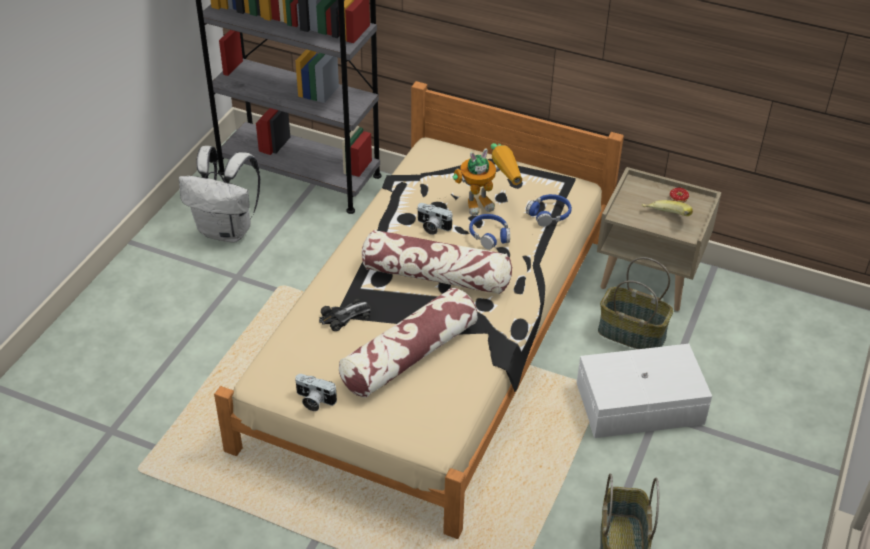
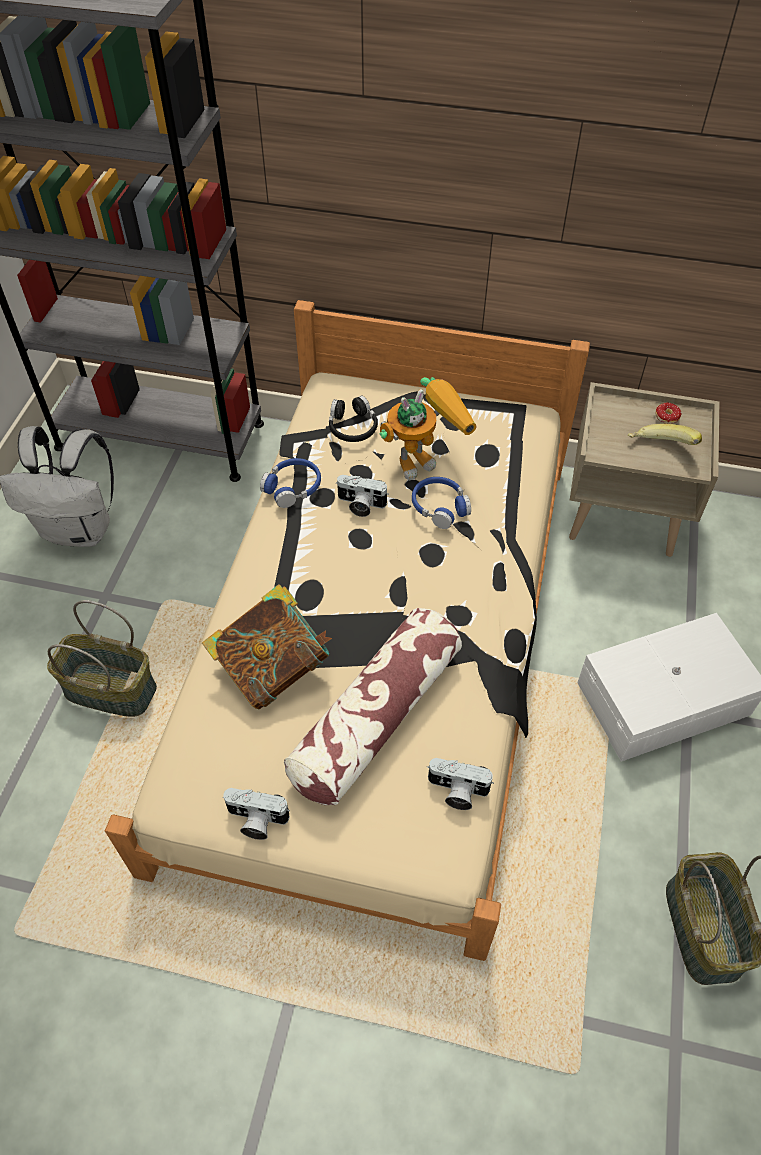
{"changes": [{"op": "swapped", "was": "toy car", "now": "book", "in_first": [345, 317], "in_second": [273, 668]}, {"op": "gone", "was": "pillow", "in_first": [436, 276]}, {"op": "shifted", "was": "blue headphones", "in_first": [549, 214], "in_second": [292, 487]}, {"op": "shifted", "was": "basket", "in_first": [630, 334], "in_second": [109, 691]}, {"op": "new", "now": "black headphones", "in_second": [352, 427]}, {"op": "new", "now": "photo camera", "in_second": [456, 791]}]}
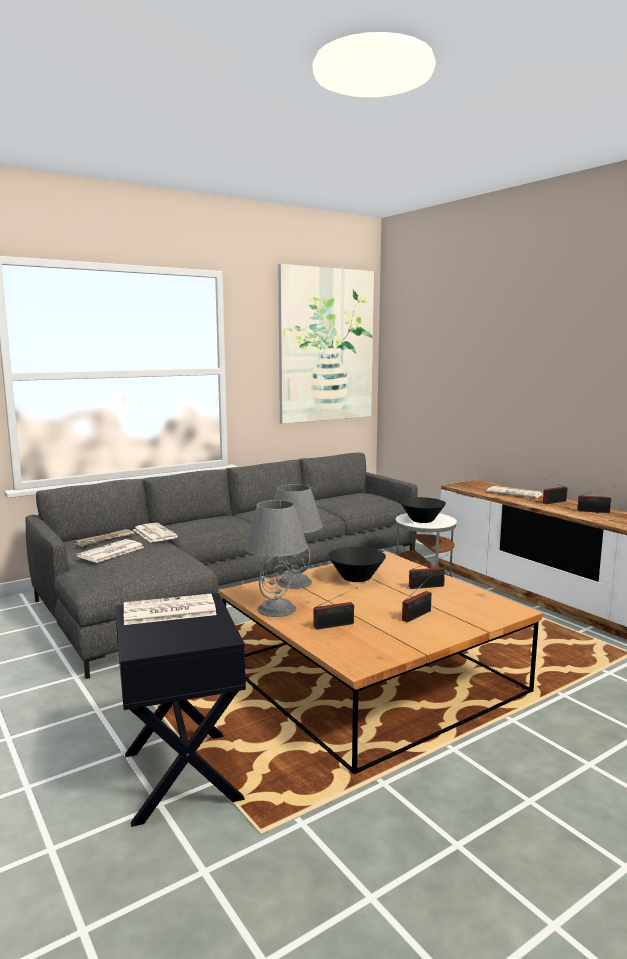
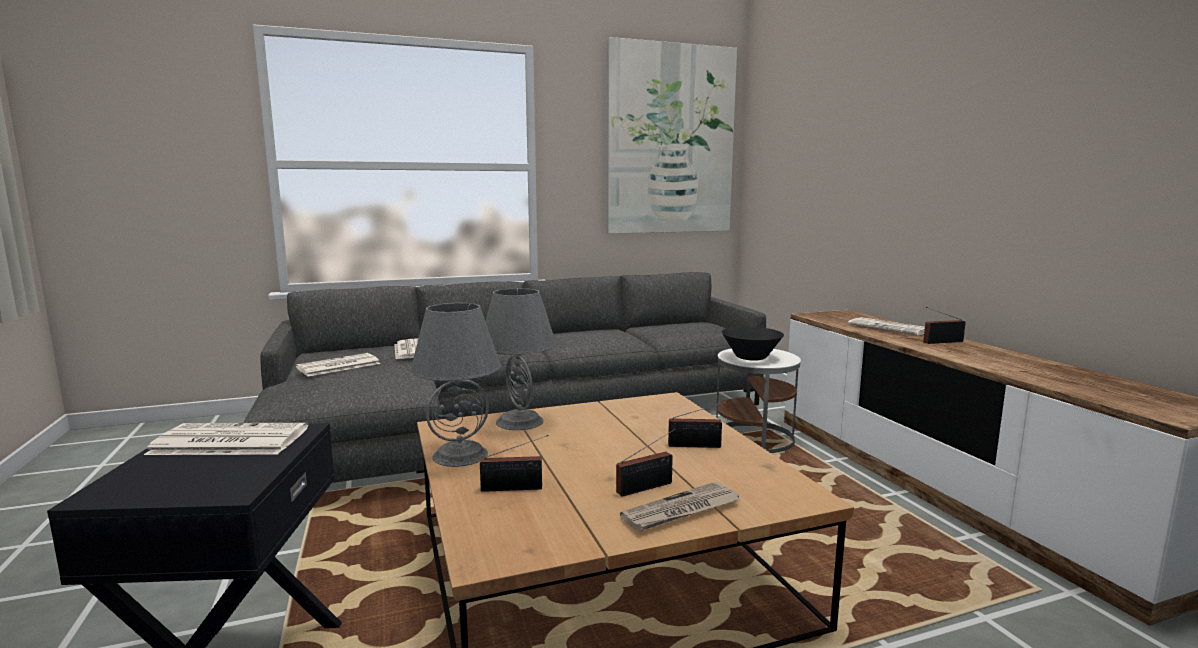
{"changes": [{"op": "shifted", "was": "newspaper", "in_first": [105, 539], "in_second": [681, 511]}, {"op": "gone", "was": "black bowl", "in_first": [356, 578]}, {"op": "gone", "was": "radio", "in_first": [595, 511]}]}
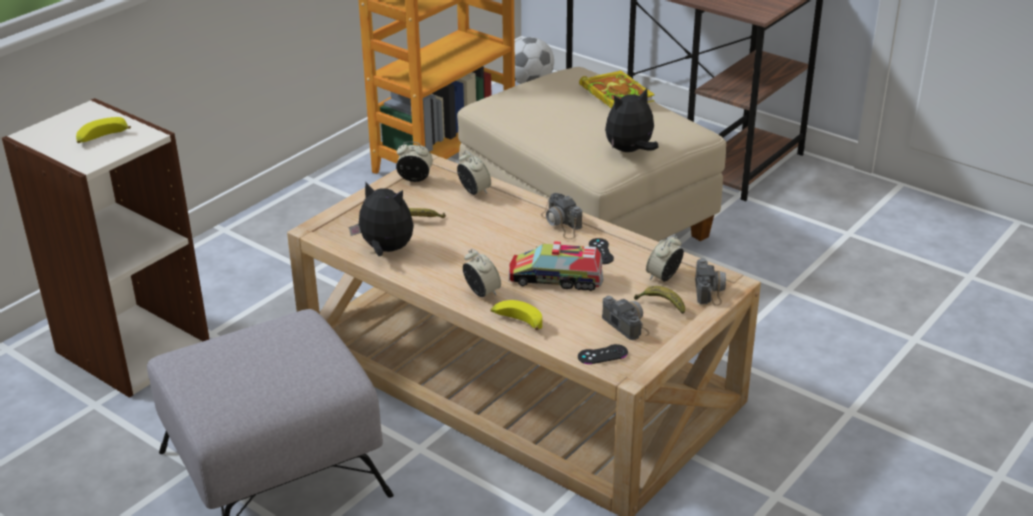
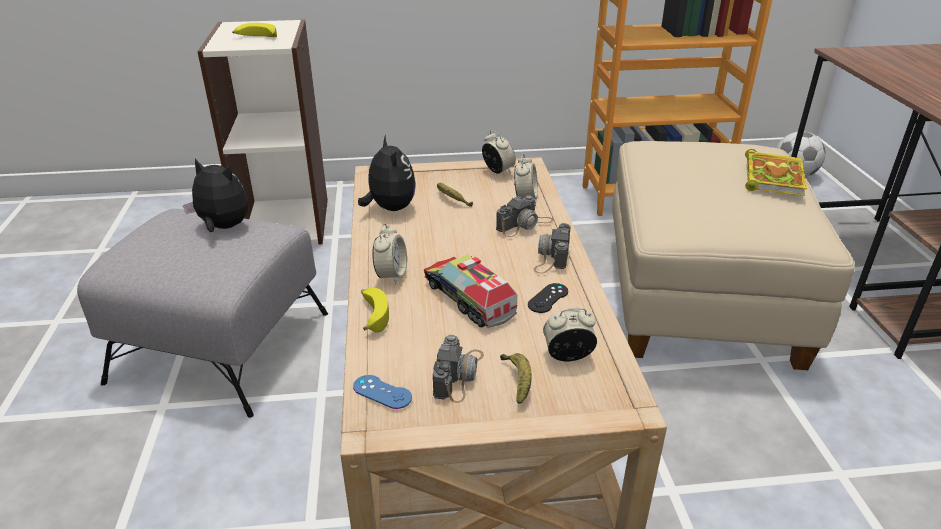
{"changes": [{"op": "repainted", "was": "black game controller", "now": "blue game controller", "in_first": [602, 354], "in_second": [382, 392]}, {"op": "shifted", "was": "plush toy", "in_first": [630, 151], "in_second": [223, 227]}, {"op": "shifted", "was": "photo camera", "in_first": [710, 288], "in_second": [524, 224]}]}
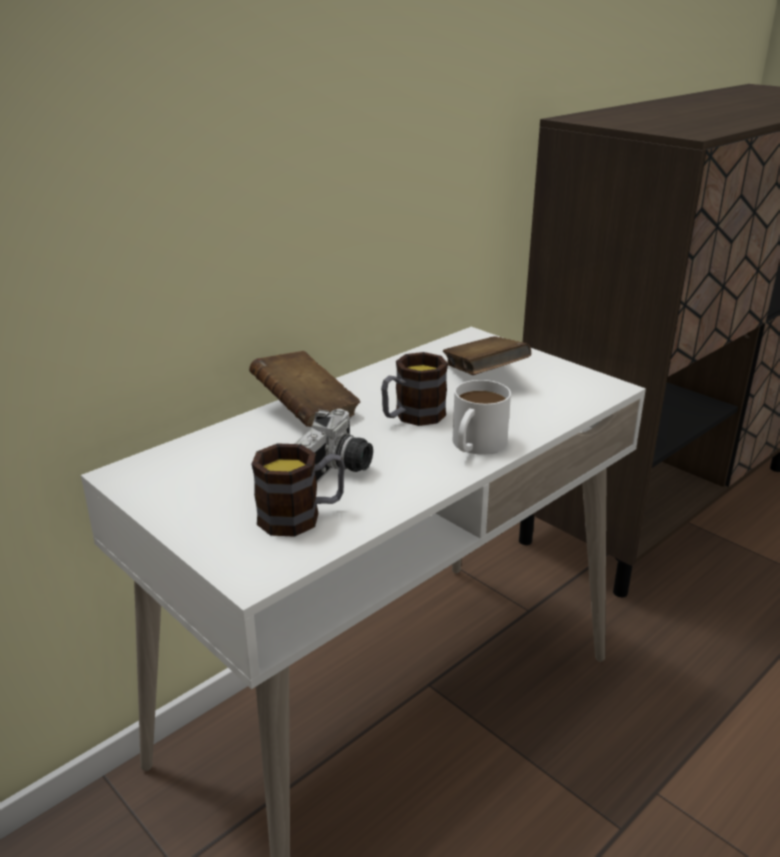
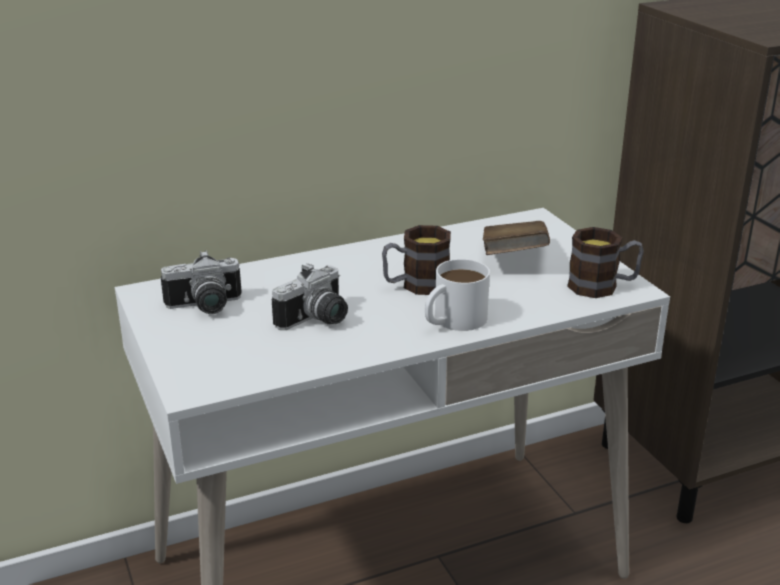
{"changes": [{"op": "gone", "was": "brown book", "in_first": [306, 411]}, {"op": "shifted", "was": "mug", "in_first": [301, 516], "in_second": [603, 286]}, {"op": "new", "now": "photo camera", "in_second": [205, 307]}]}
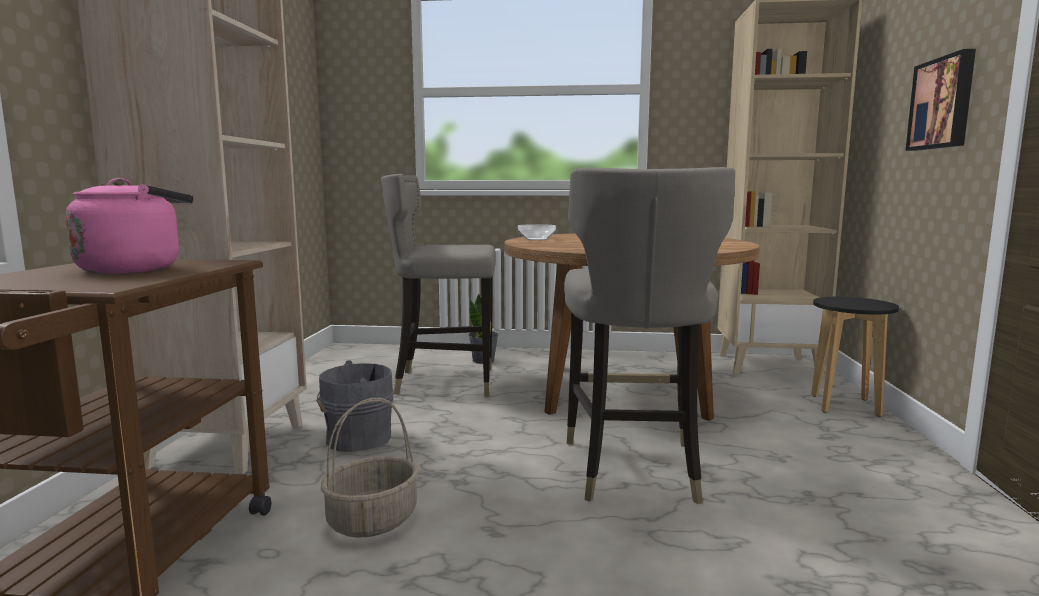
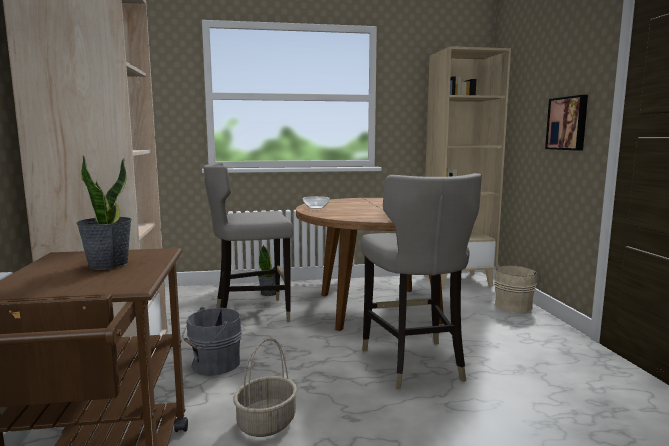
{"changes": [{"op": "swapped", "was": "pink kettle", "now": "potted plant", "in_first": [135, 269], "in_second": [108, 264]}, {"op": "swapped", "was": "black stool", "now": "beige bucket", "in_first": [845, 405], "in_second": [514, 306]}]}
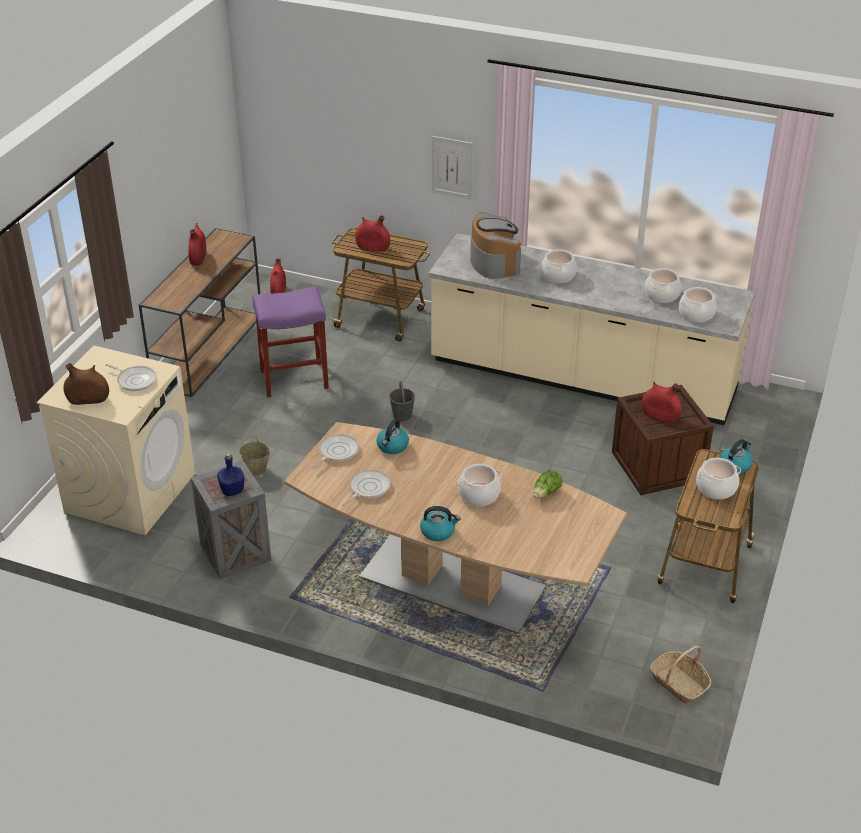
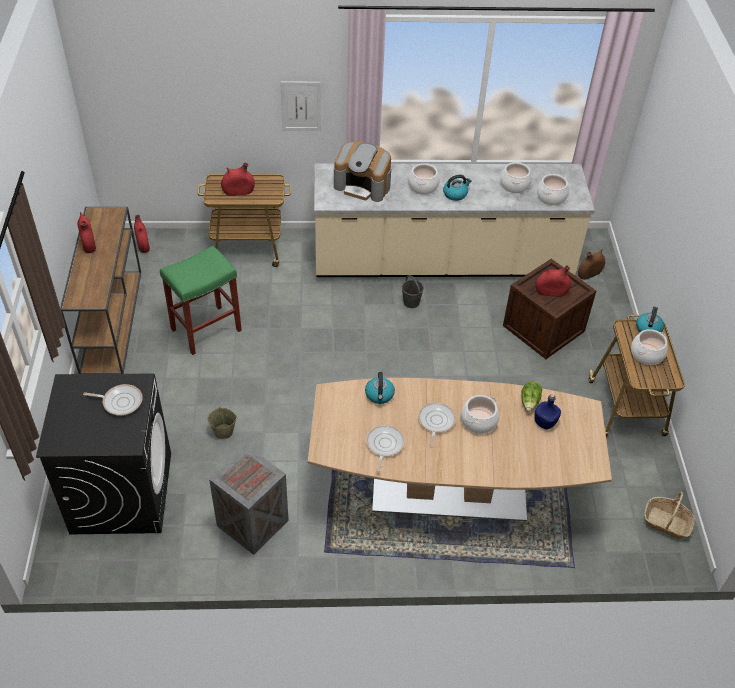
{"changes": [{"op": "repainted", "was": "beige washing machine", "now": "black washing machine", "in_first": [130, 492], "in_second": [121, 492]}, {"op": "shifted", "was": "brown vase", "in_first": [88, 400], "in_second": [589, 274]}, {"op": "shifted", "was": "blue bottle", "in_first": [232, 491], "in_second": [545, 423]}, {"op": "repainted", "was": "purple stool", "now": "green stool", "in_first": [295, 379], "in_second": [206, 329]}, {"op": "shifted", "was": "frying pan", "in_first": [336, 452], "in_second": [435, 422]}, {"op": "shifted", "was": "grey bucket", "in_first": [402, 416], "in_second": [411, 302]}, {"op": "shifted", "was": "kettle", "in_first": [438, 531], "in_second": [455, 194]}, {"op": "rotated", "was": "coffee machine", "in_first": [494, 262], "in_second": [363, 185], "clockwise": 150}]}
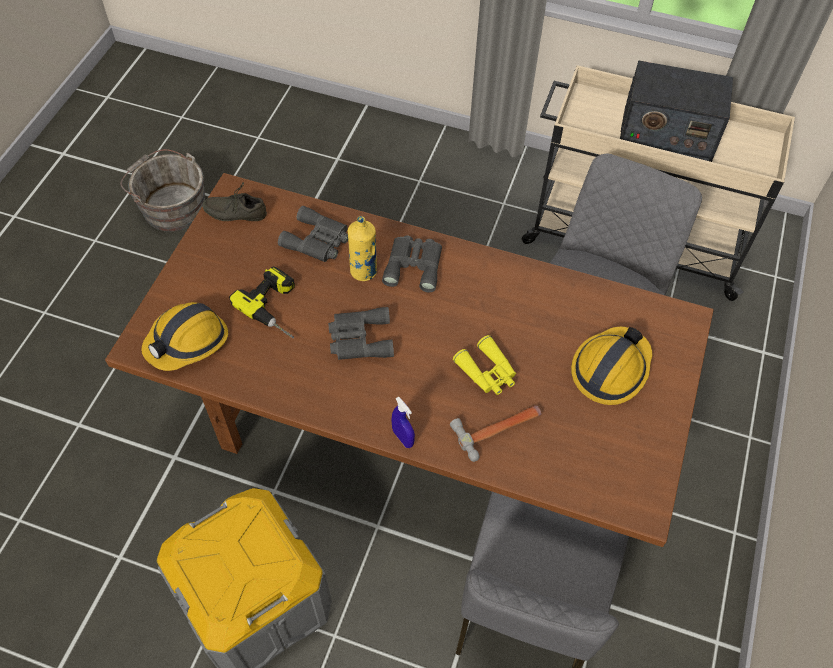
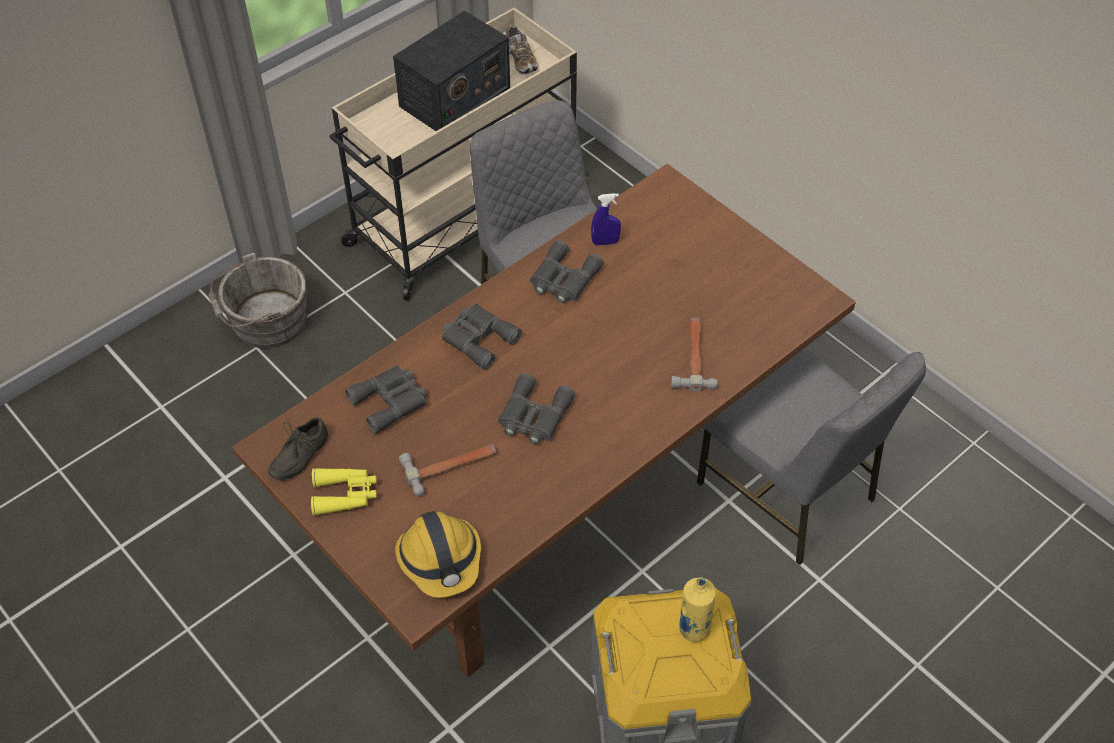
{"changes": [{"op": "shifted", "was": "grey bucket", "in_first": [171, 206], "in_second": [265, 321]}, {"op": "swapped", "was": "power drill", "now": "hammer", "in_first": [278, 307], "in_second": [451, 466]}, {"op": "shifted", "was": "yellow bottle", "in_first": [363, 271], "in_second": [694, 628]}, {"op": "shifted", "was": "blue spray bottle", "in_first": [403, 438], "in_second": [605, 242]}, {"op": "shifted", "was": "yellow binoculars", "in_first": [487, 372], "in_second": [345, 494]}, {"op": "gone", "was": "hard hat", "in_first": [610, 369]}, {"op": "new", "now": "shoe", "in_second": [520, 59]}, {"op": "new", "now": "grey binoculars", "in_second": [563, 279]}]}
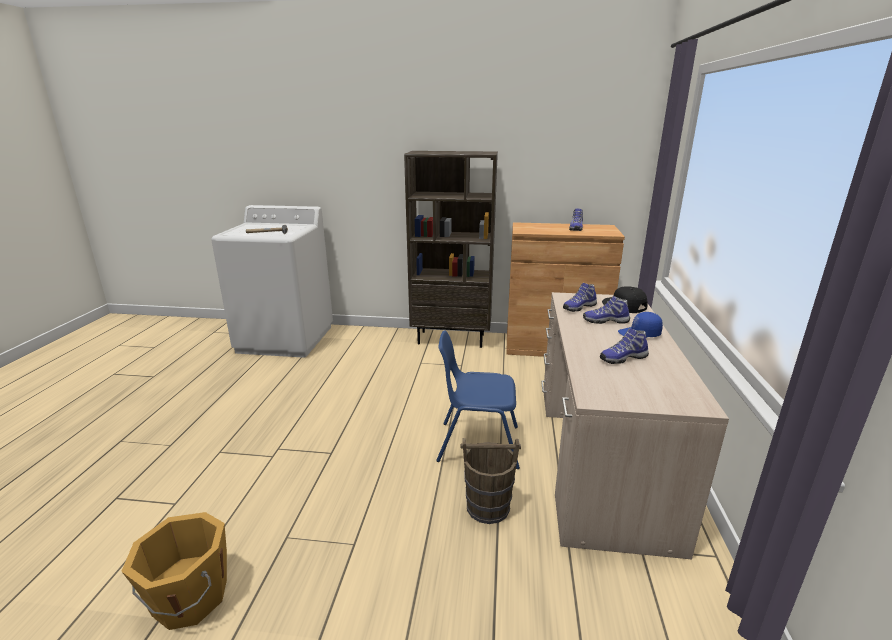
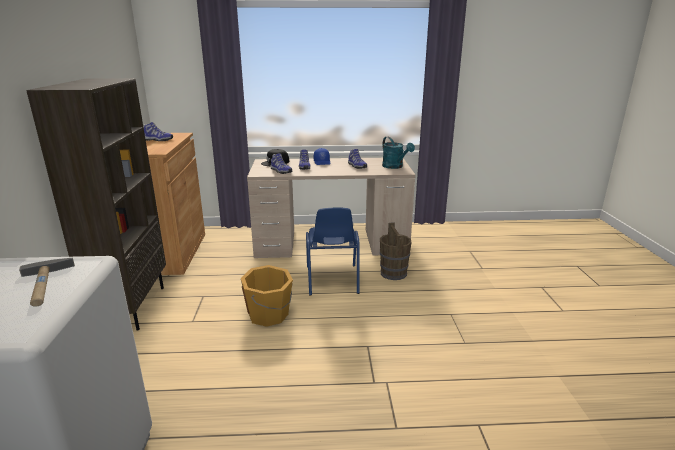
{"changes": [{"op": "shifted", "was": "orange bucket", "in_first": [189, 599], "in_second": [269, 315]}, {"op": "new", "now": "turquoise watering can", "in_second": [395, 167]}]}
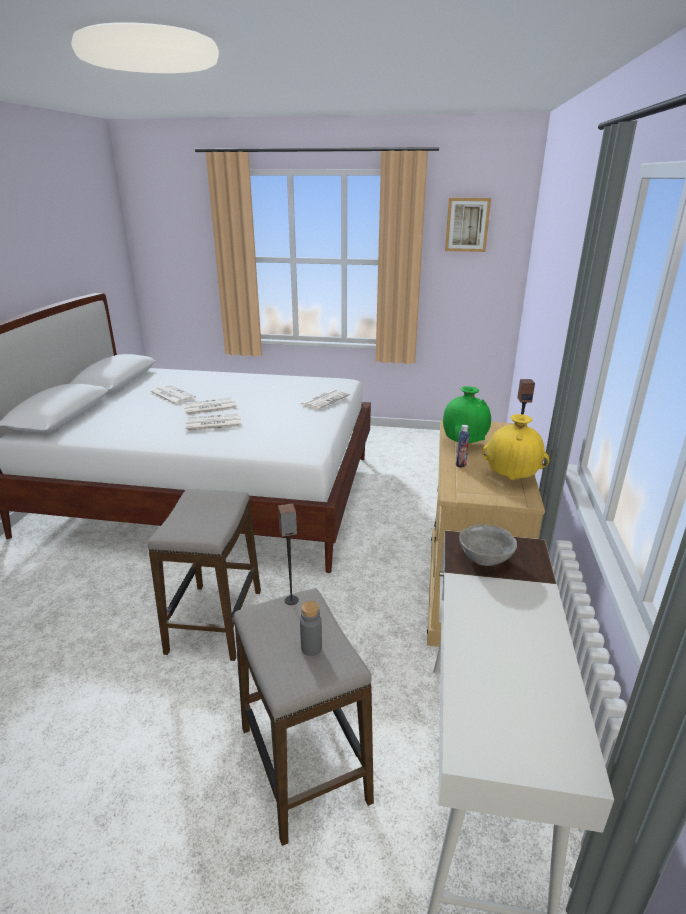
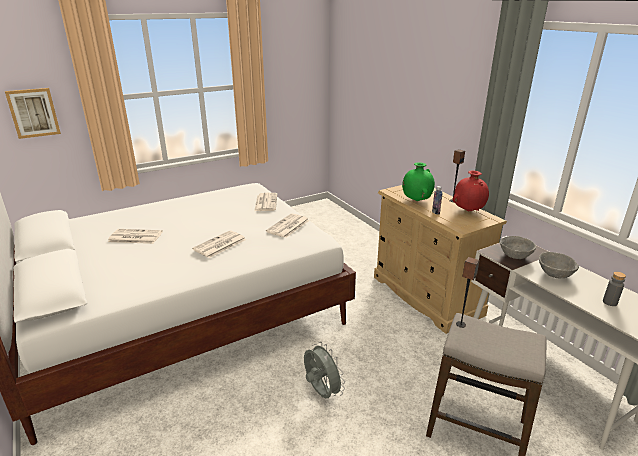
{"changes": [{"op": "swapped", "was": "stool", "now": "grey fan", "in_first": [215, 621], "in_second": [321, 392]}, {"op": "shifted", "was": "newspaper", "in_first": [209, 407], "in_second": [288, 226]}, {"op": "shifted", "was": "grey bottle", "in_first": [311, 648], "in_second": [609, 302]}, {"op": "shifted", "was": "picture", "in_first": [467, 225], "in_second": [33, 113]}, {"op": "repainted", "was": "yellow vase", "now": "red vase", "in_first": [512, 478], "in_second": [468, 211]}, {"op": "new", "now": "grey bowl", "in_second": [554, 274]}]}
